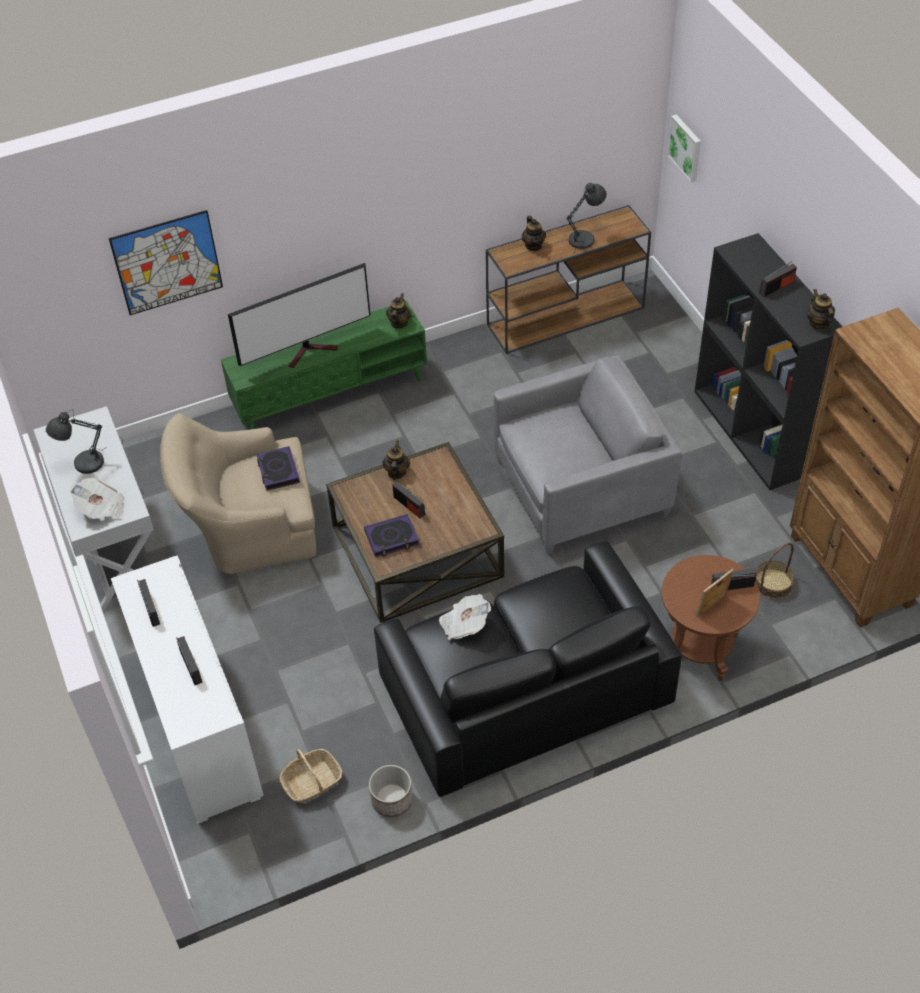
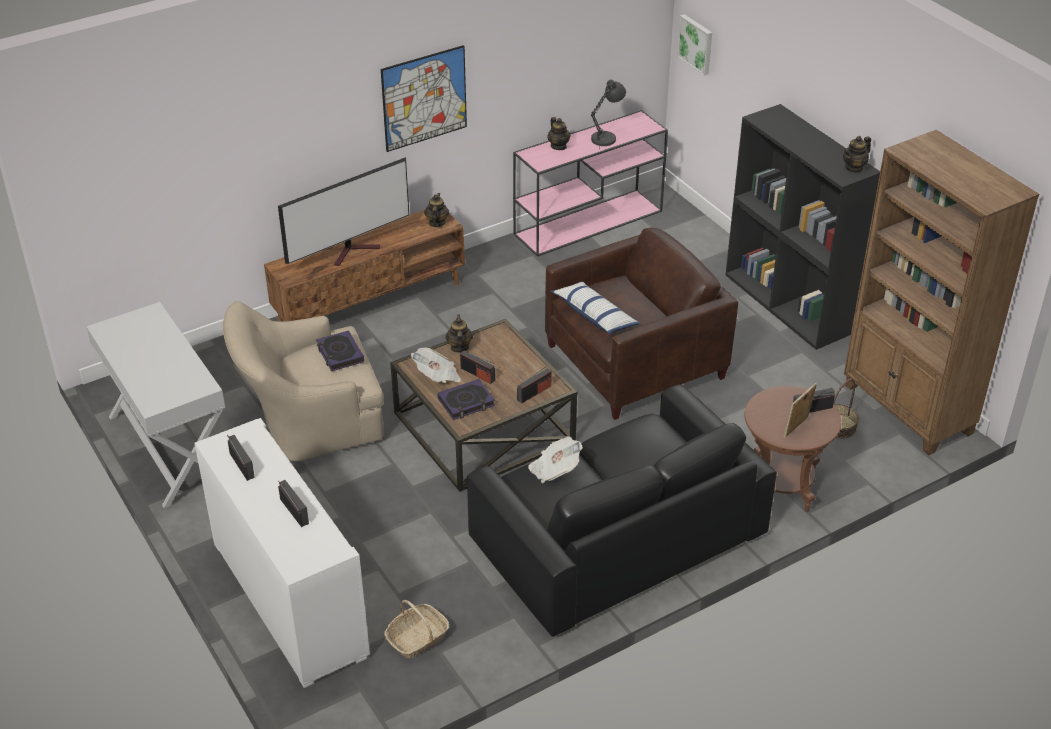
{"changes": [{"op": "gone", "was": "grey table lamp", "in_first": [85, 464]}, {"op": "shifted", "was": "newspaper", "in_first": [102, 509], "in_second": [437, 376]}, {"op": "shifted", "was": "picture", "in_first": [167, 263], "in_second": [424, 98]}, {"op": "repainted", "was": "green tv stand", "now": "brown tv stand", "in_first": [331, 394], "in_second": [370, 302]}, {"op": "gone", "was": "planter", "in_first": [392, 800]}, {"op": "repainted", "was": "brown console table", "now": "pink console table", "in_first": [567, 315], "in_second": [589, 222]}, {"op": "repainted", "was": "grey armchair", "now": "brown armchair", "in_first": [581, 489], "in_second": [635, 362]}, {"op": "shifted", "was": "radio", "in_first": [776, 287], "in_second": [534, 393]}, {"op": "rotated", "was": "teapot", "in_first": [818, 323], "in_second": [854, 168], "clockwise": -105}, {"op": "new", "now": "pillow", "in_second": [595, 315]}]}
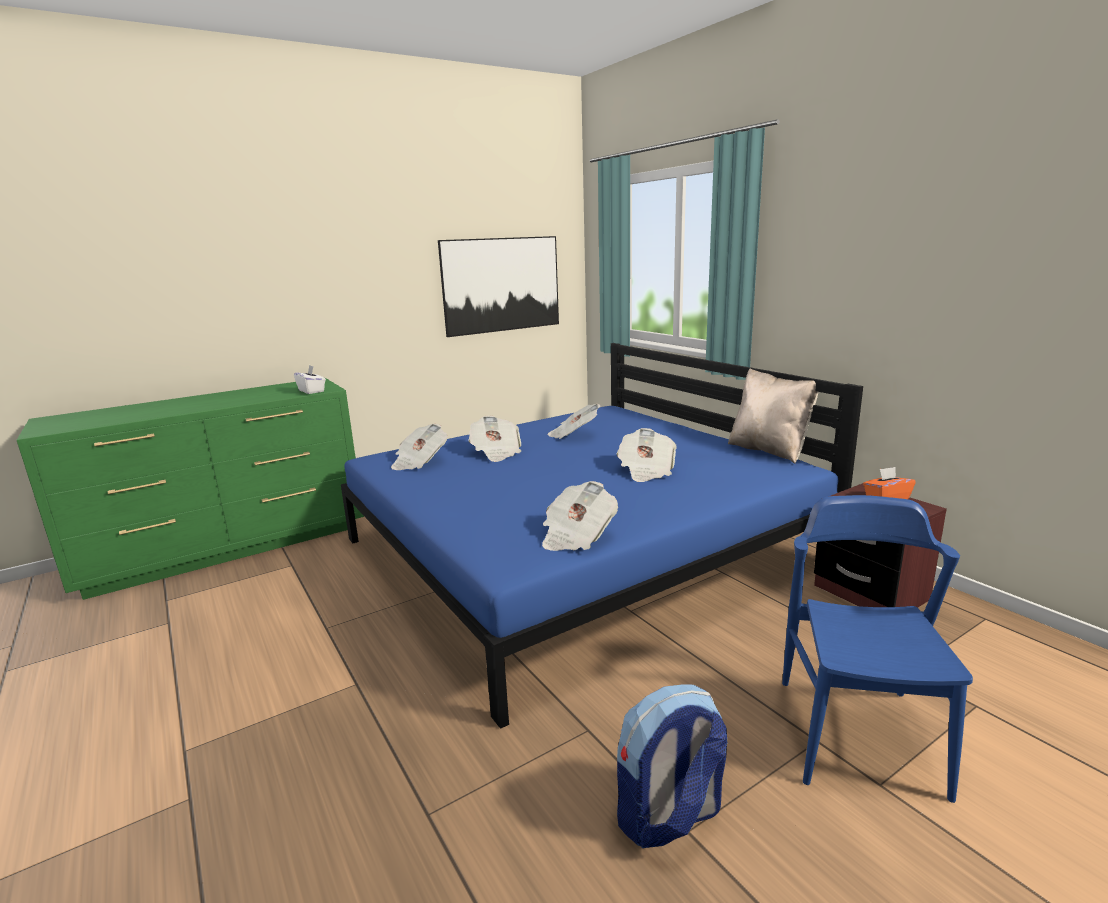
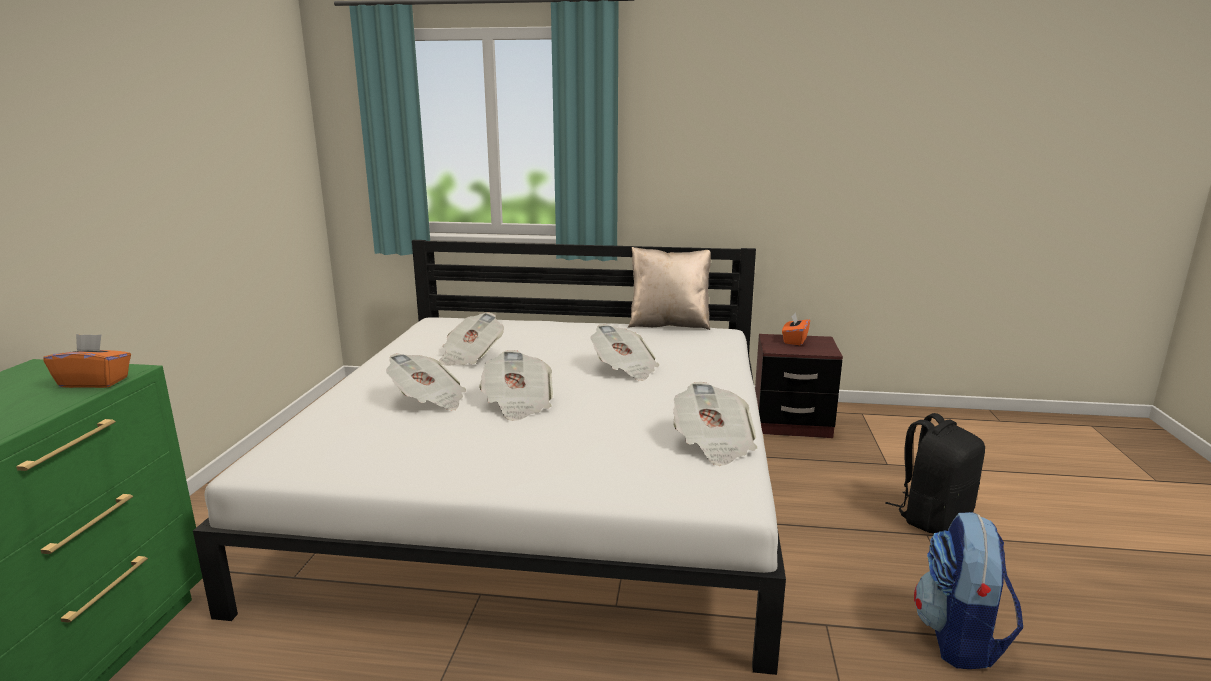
{"changes": [{"op": "repainted", "was": "white tissue box", "now": "orange tissue box", "in_first": [312, 391], "in_second": [95, 382]}, {"op": "repainted", "was": "blue bed", "now": "white bed", "in_first": [579, 550], "in_second": [546, 488]}, {"op": "shifted", "was": "newspaper", "in_first": [419, 462], "in_second": [518, 404]}, {"op": "gone", "was": "picture", "in_first": [502, 285]}, {"op": "swapped", "was": "blue chair", "now": "black backpack", "in_first": [857, 734], "in_second": [932, 517]}]}
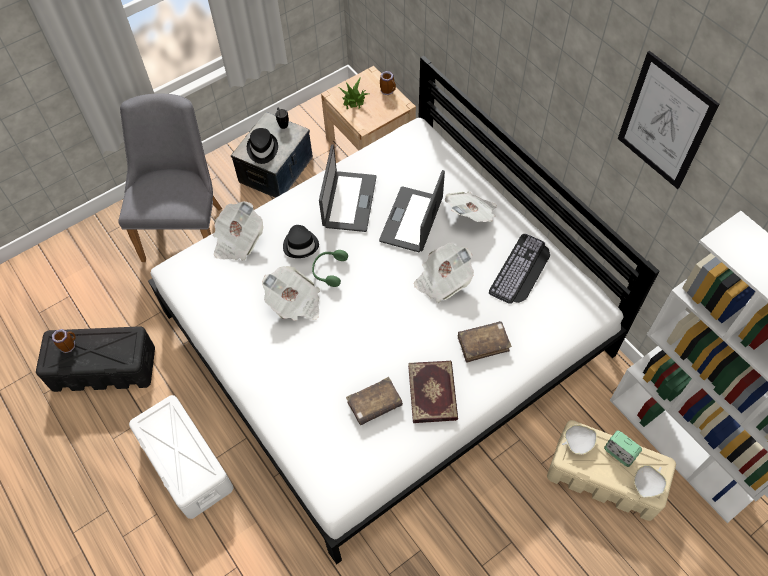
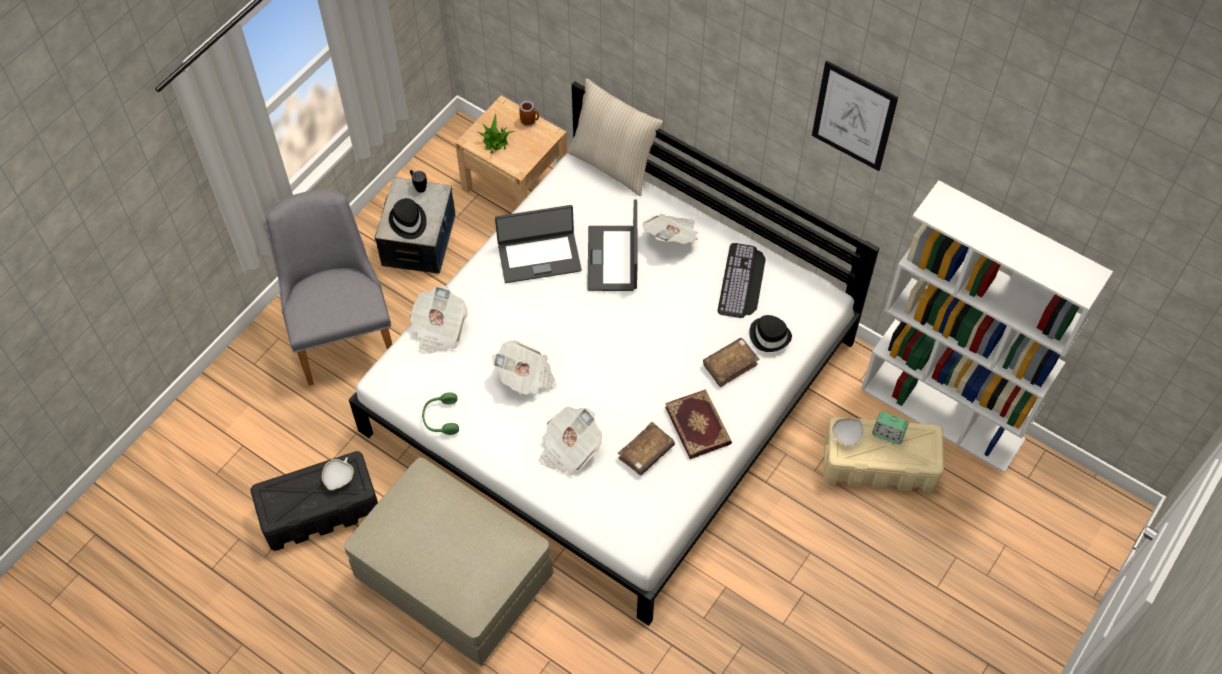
{"changes": [{"op": "gone", "was": "mug", "in_first": [69, 345]}, {"op": "swapped", "was": "white storage box", "now": "beige ottoman", "in_first": [187, 464], "in_second": [456, 579]}, {"op": "shifted", "was": "black hat", "in_first": [301, 244], "in_second": [769, 336]}, {"op": "shifted", "was": "green headphones", "in_first": [329, 270], "in_second": [440, 418]}, {"op": "rotated", "was": "laptop", "in_first": [348, 201], "in_second": [539, 257], "clockwise": 90}, {"op": "shifted", "was": "newspaper", "in_first": [442, 281], "in_second": [569, 449]}, {"op": "shifted", "was": "white bowl", "in_first": [647, 484], "in_second": [339, 477]}, {"op": "new", "now": "beige pillow", "in_second": [613, 164]}]}
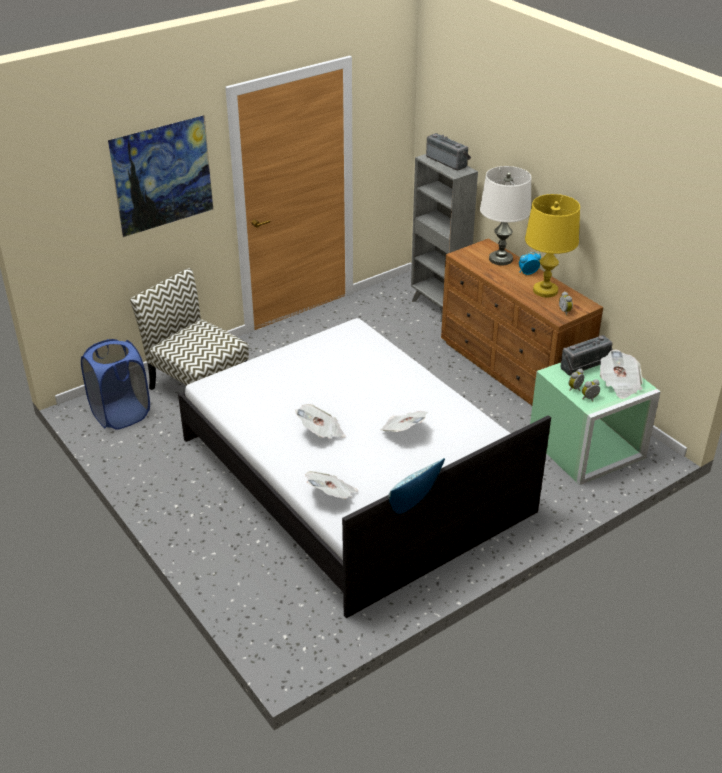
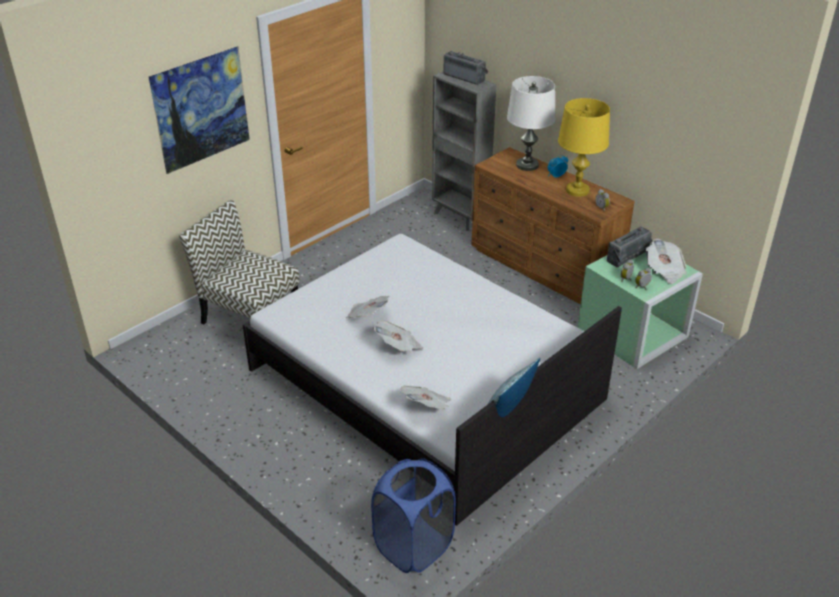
{"changes": [{"op": "shifted", "was": "blue laundry basket", "in_first": [121, 414], "in_second": [413, 547]}, {"op": "shifted", "was": "newspaper", "in_first": [403, 431], "in_second": [367, 316]}]}
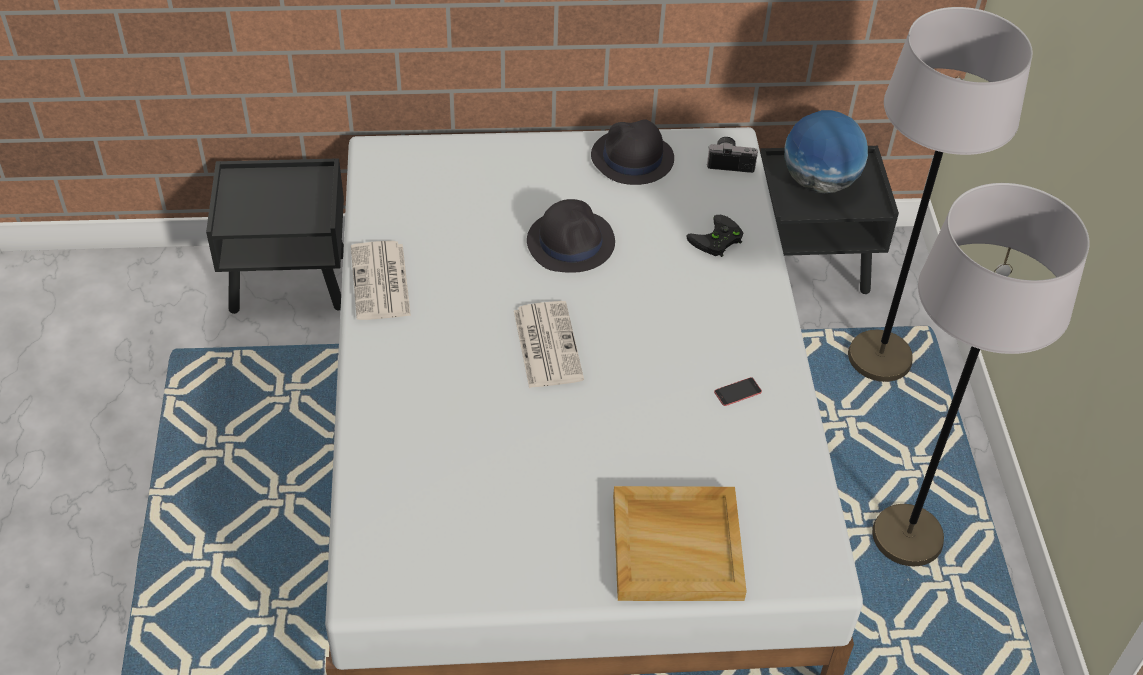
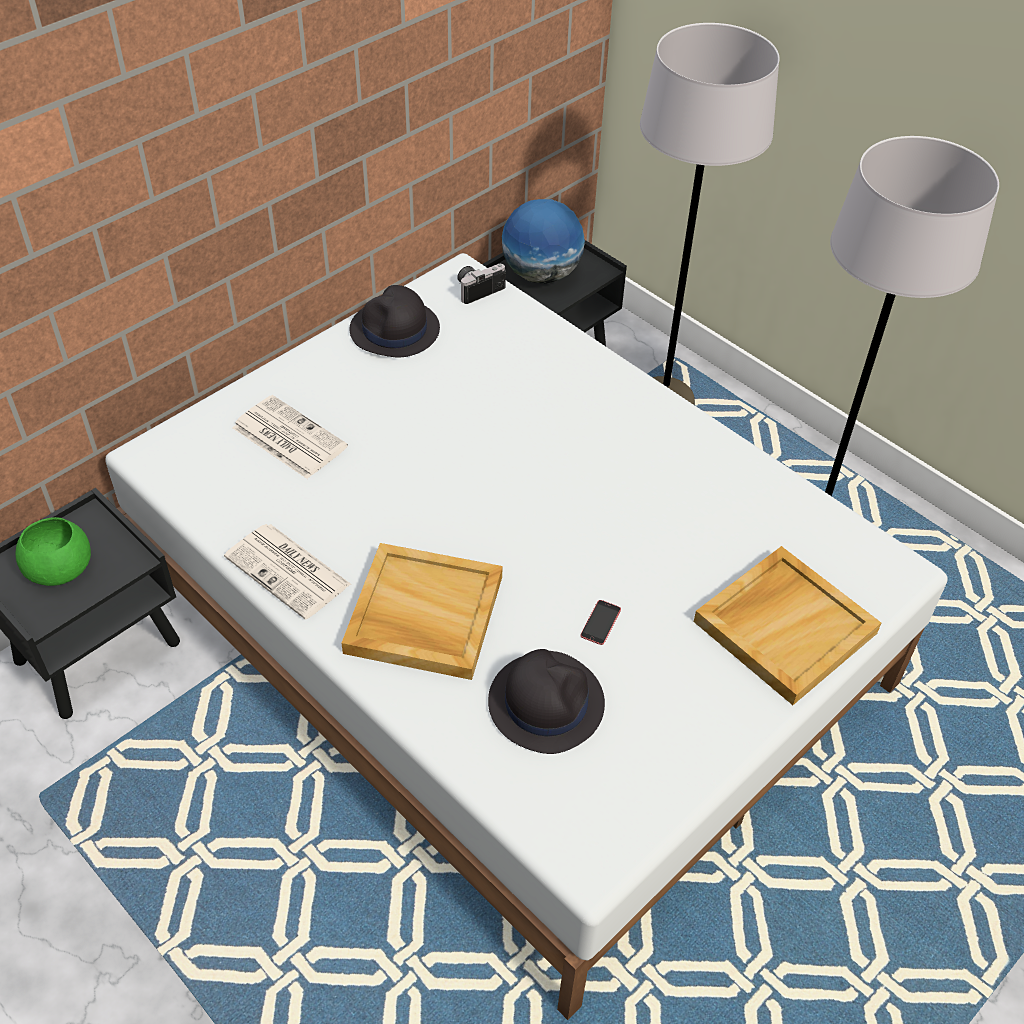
{"changes": [{"op": "shifted", "was": "newspaper", "in_first": [546, 344], "in_second": [287, 437]}, {"op": "shifted", "was": "black hat", "in_first": [571, 242], "in_second": [545, 702]}, {"op": "gone", "was": "black game controller", "in_first": [716, 240]}, {"op": "shifted", "was": "phone", "in_first": [737, 392], "in_second": [600, 622]}, {"op": "new", "now": "green bowl", "in_second": [58, 569]}, {"op": "new", "now": "beige tray", "in_second": [423, 615]}]}
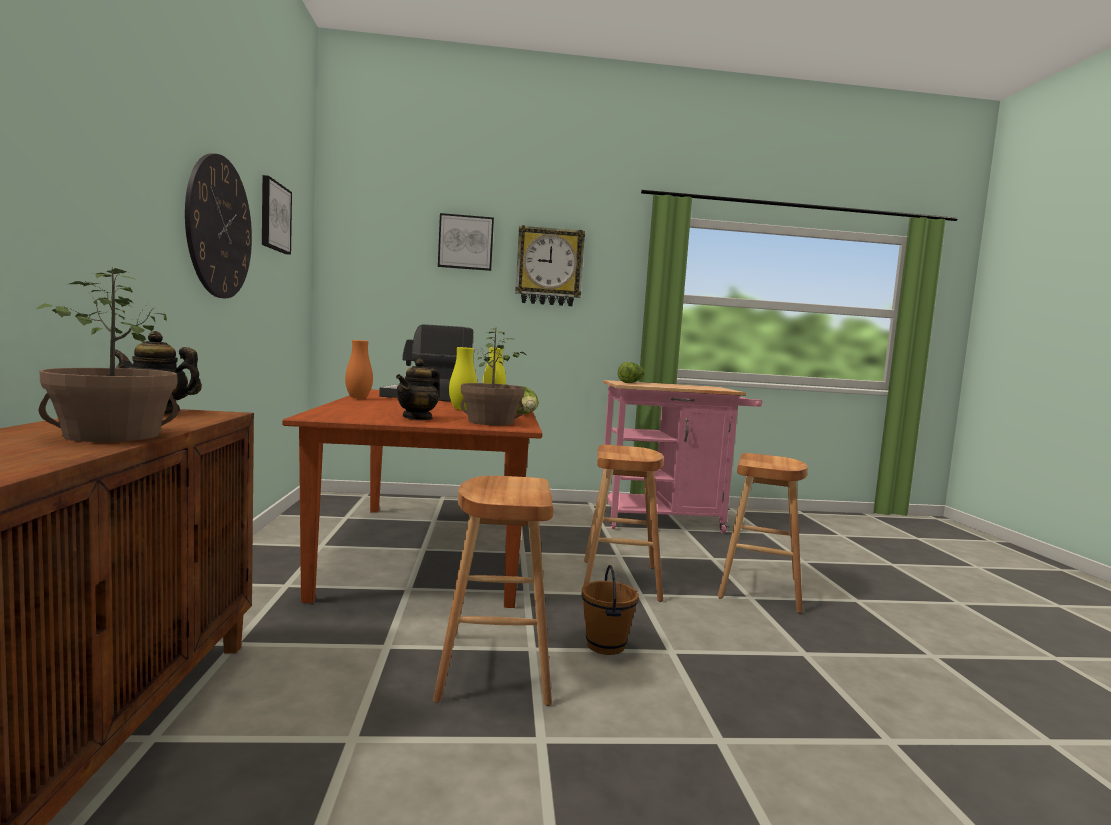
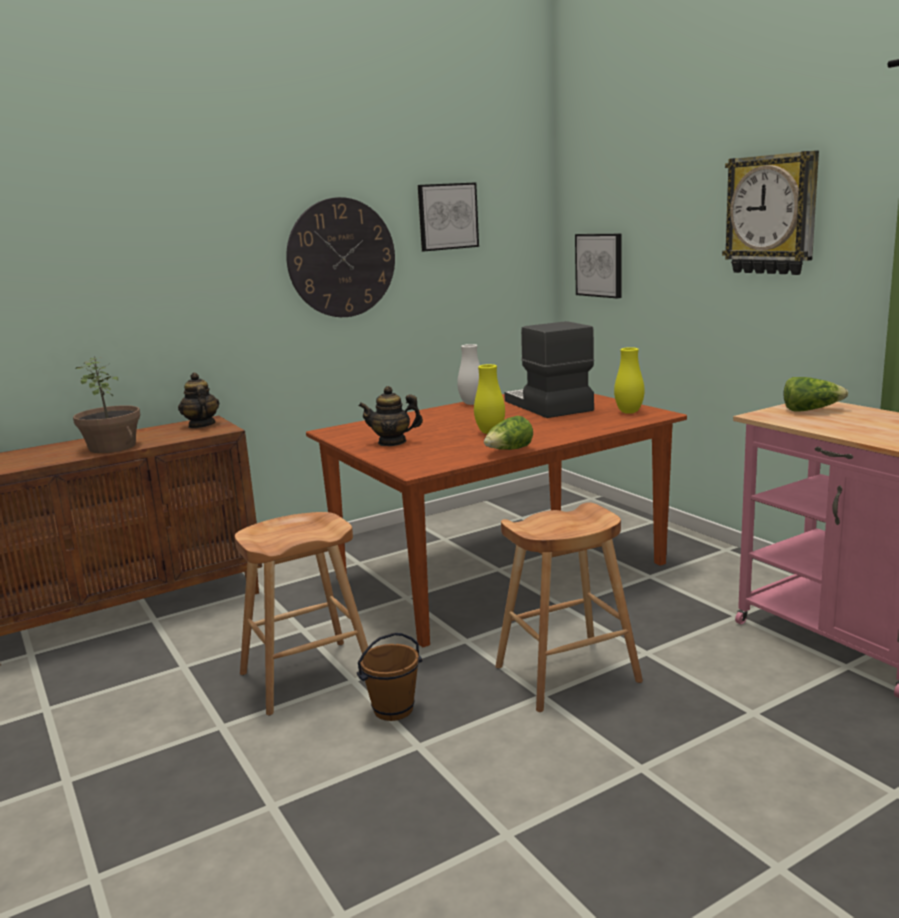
{"changes": [{"op": "repainted", "was": "orange vase", "now": "white vase", "in_first": [358, 398], "in_second": [472, 403]}, {"op": "shifted", "was": "picture", "in_first": [466, 242], "in_second": [599, 265]}, {"op": "gone", "was": "potted plant", "in_first": [490, 422]}, {"op": "gone", "was": "brown stool", "in_first": [759, 588]}]}
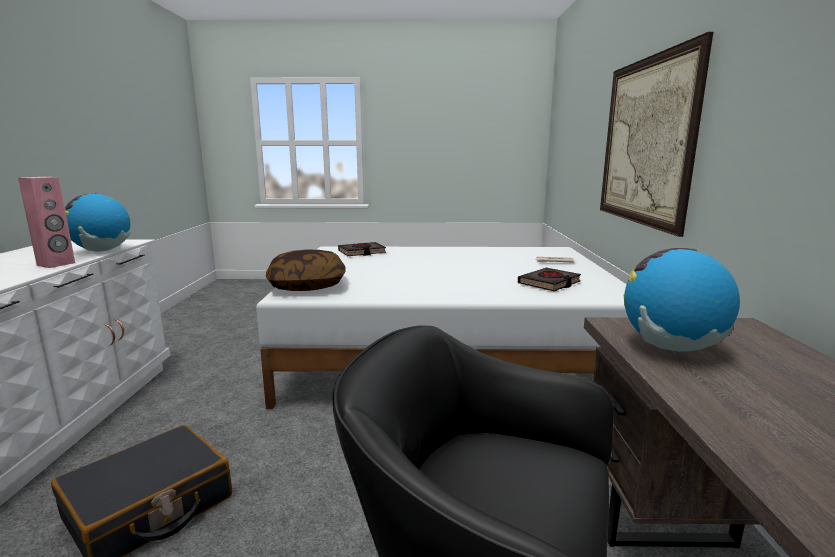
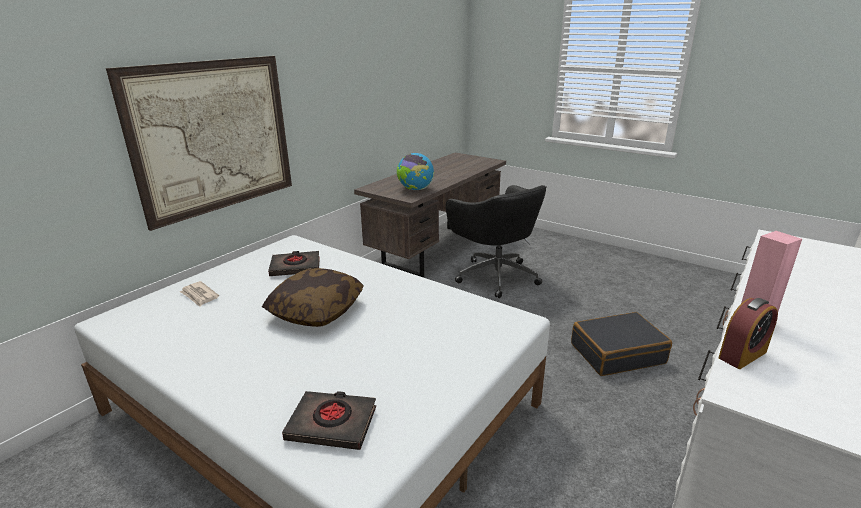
{"changes": [{"op": "swapped", "was": "globe", "now": "alarm clock", "in_first": [102, 251], "in_second": [742, 355]}, {"op": "shifted", "was": "pillow", "in_first": [307, 285], "in_second": [316, 310]}]}
